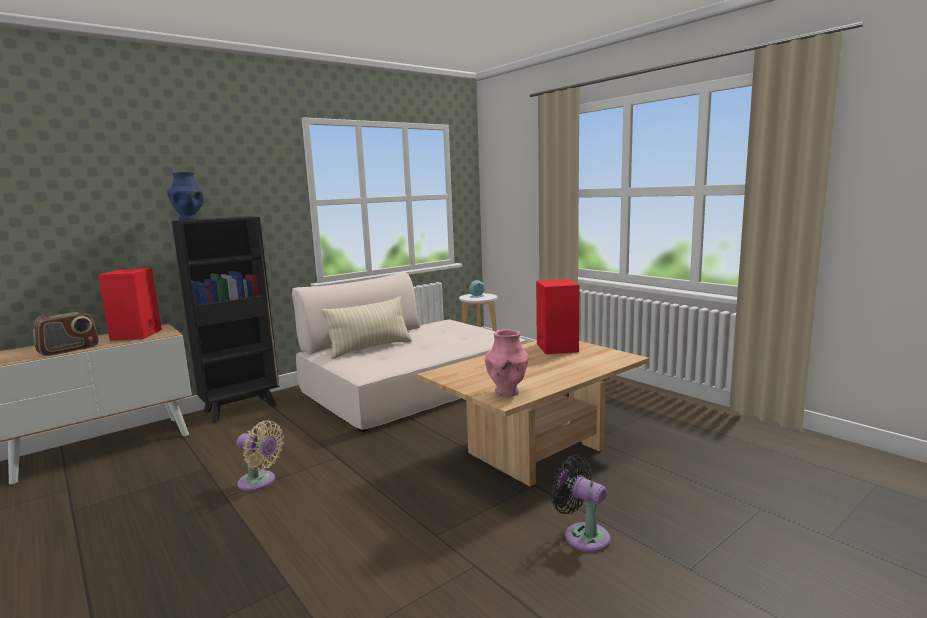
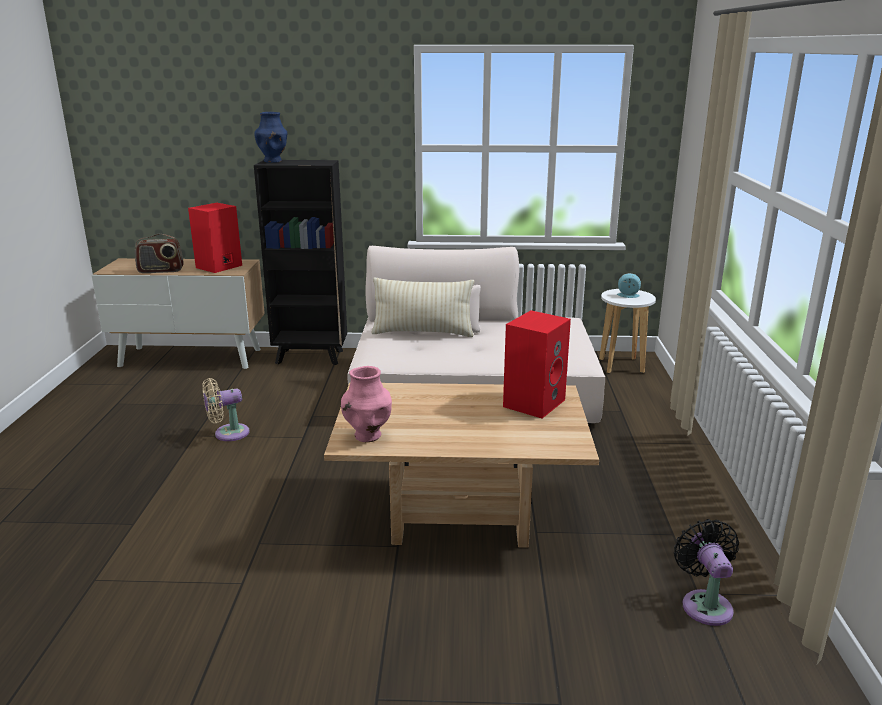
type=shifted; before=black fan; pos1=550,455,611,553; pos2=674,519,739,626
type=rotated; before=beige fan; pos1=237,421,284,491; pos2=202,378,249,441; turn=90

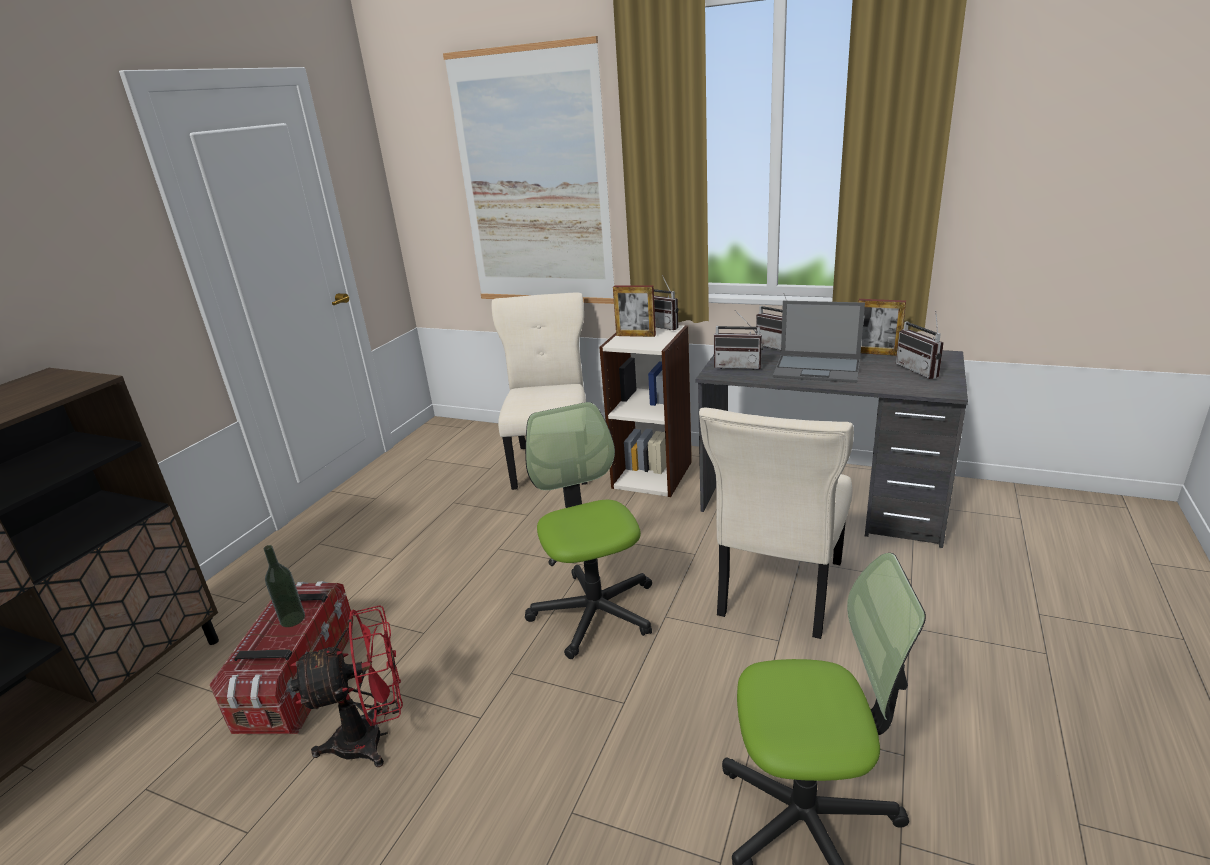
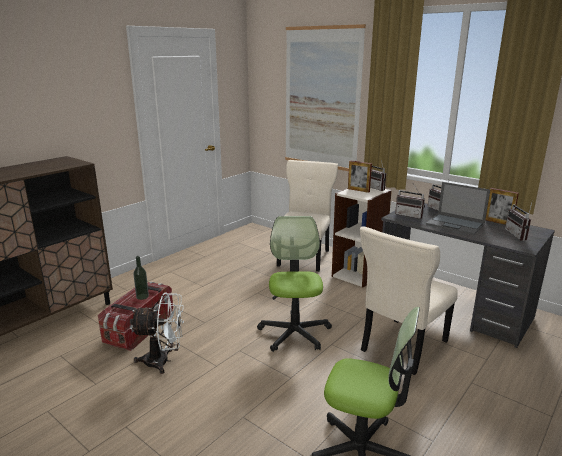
type=repainted; before=red fan; after=white fan; pos1=290,605,403,767; pos2=130,292,184,374

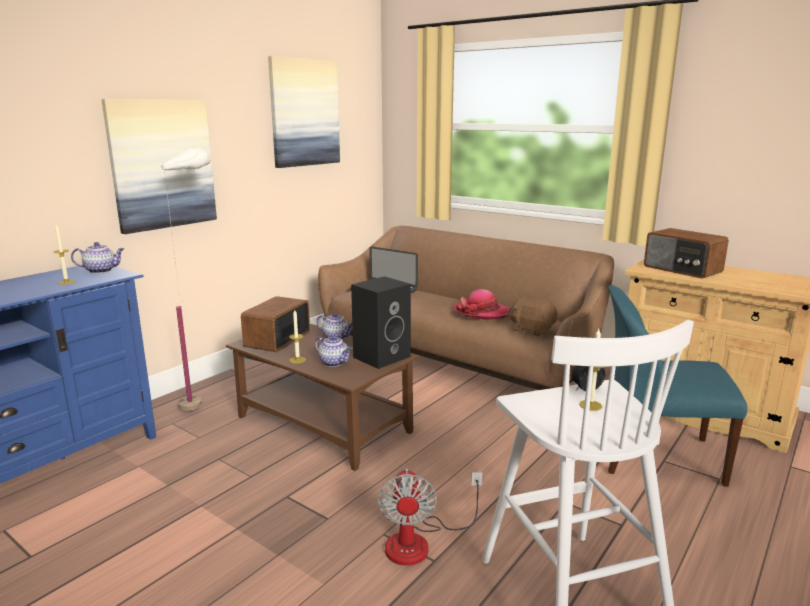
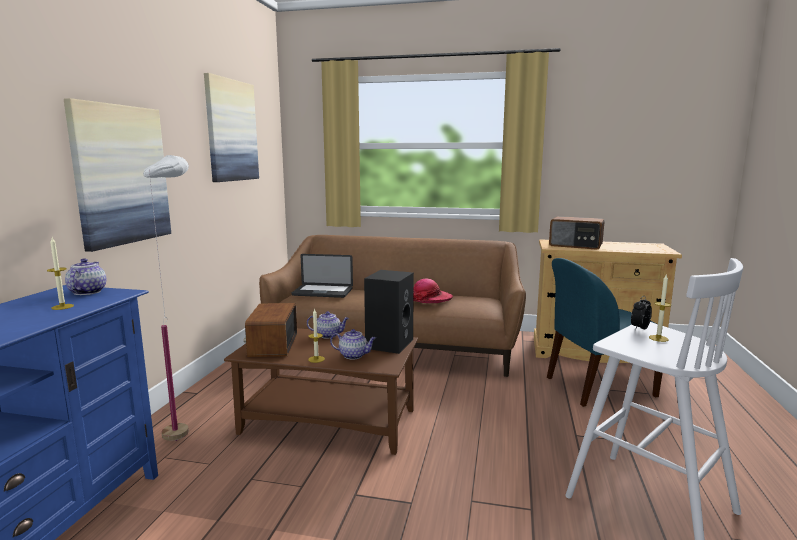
type=gone; before=fan; pos1=378,469,483,566
type=gone; before=brown plush toy; pos1=508,297,558,336
type=rotated; before=teapot; pos1=71,242,124,273; pos2=65,258,106,295; turn=-60

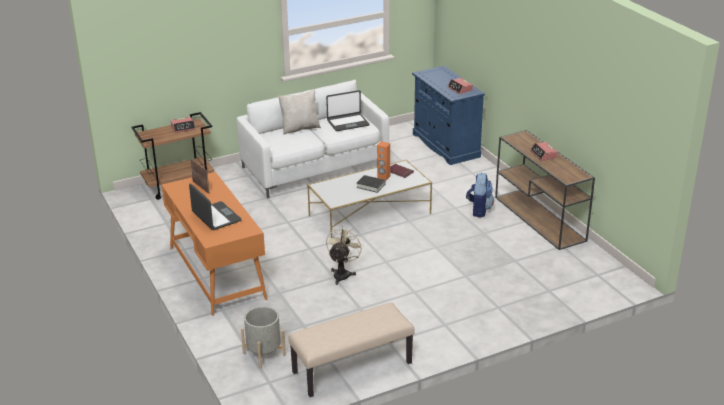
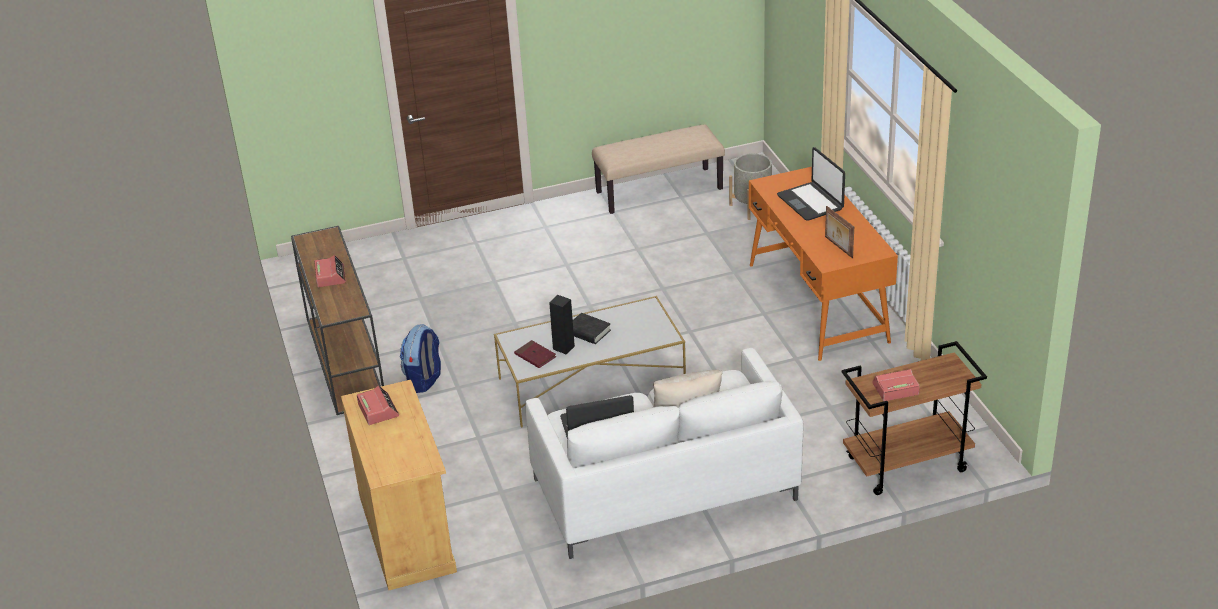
type=gone; before=beige fan; pos1=326,226,364,285
type=repainted; before=orange speaker; after=black speaker; pos1=377,141,390,180; pos2=549,295,575,354
type=repainted; before=blue cabinet; after=beige cabinet; pos1=412,66,485,165; pos2=341,380,457,590

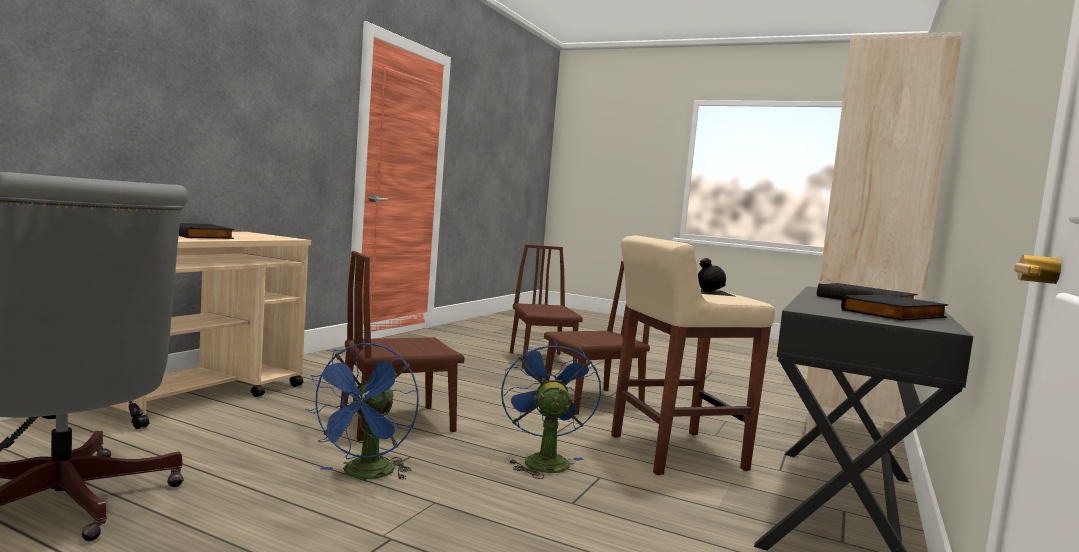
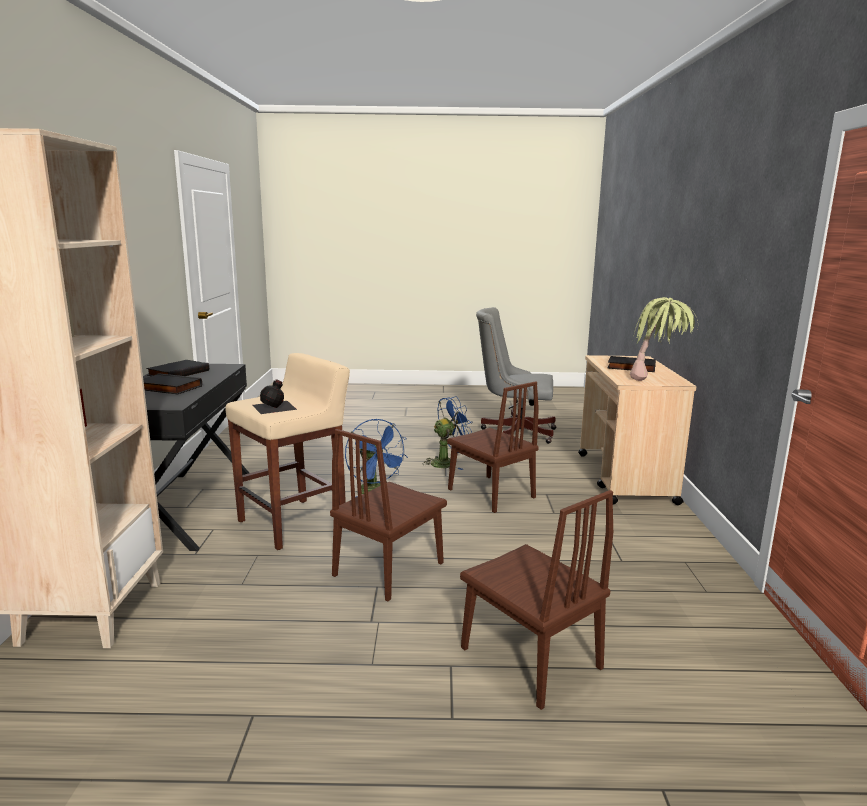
type=new; after=potted plant; pos2=630,297,698,381
type=rotated; before=blue fan; pos1=305,343,419,480; pos2=422,396,472,470; turn=75
type=rotated; before=brown chair; pos1=340,251,465,441; pos2=447,381,539,513; turn=105

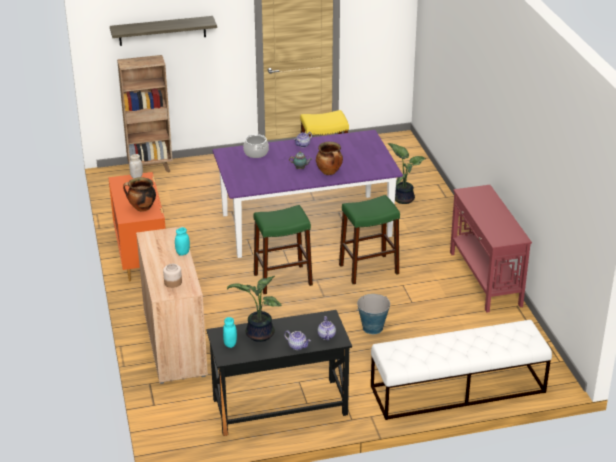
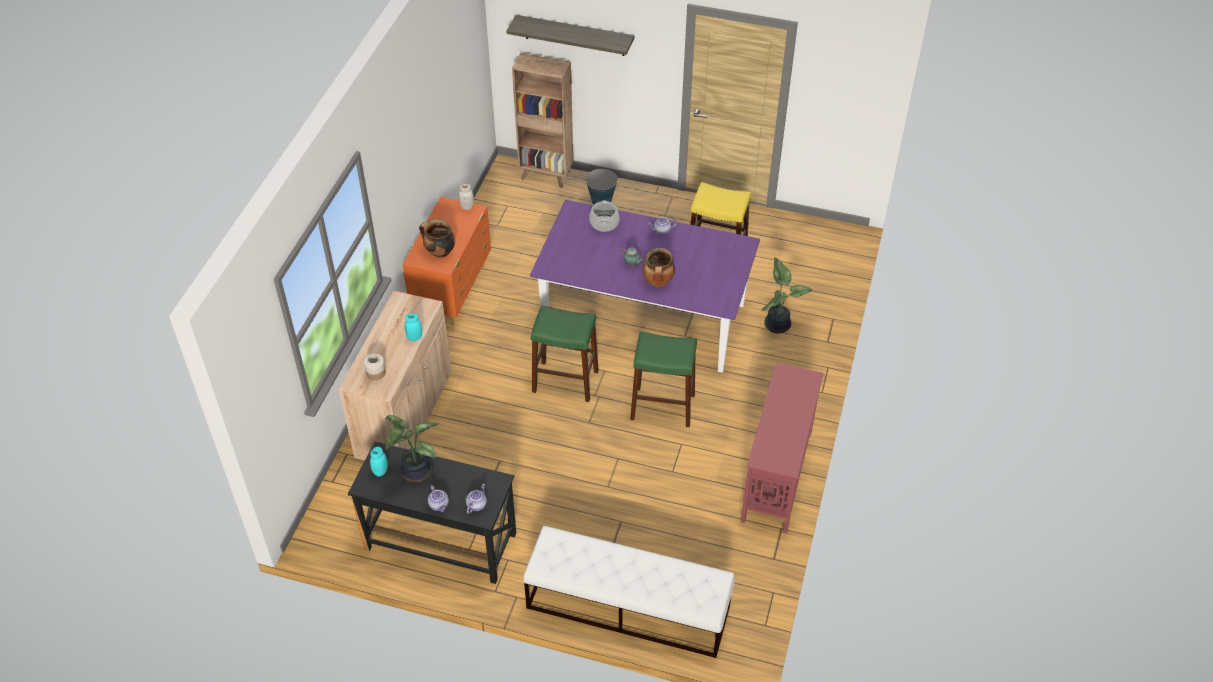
type=shifted; before=bucket; pos1=356,294,390,334; pos2=586,169,617,205

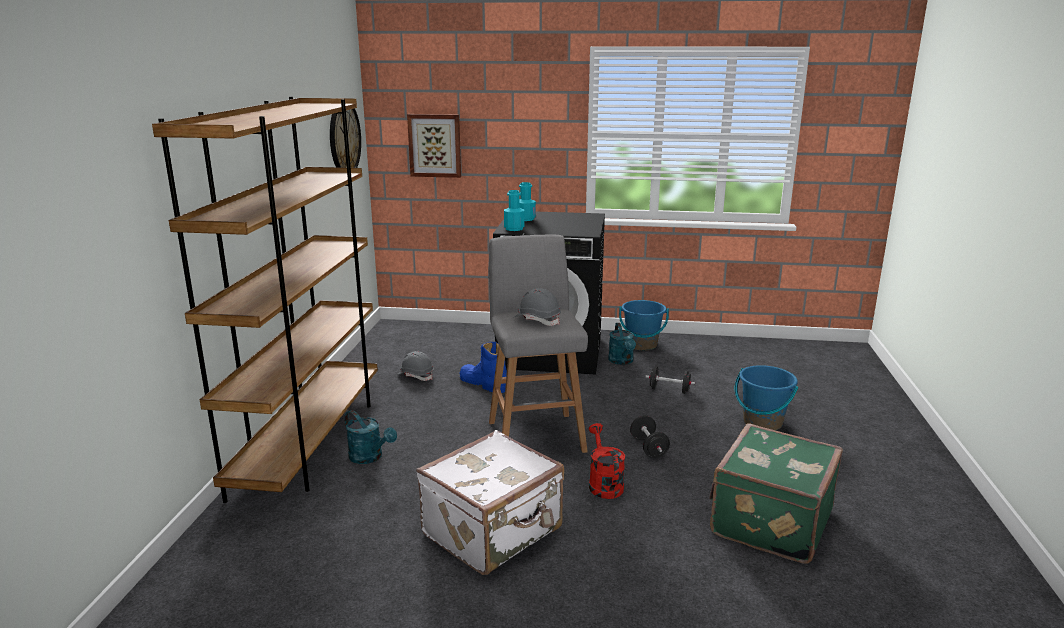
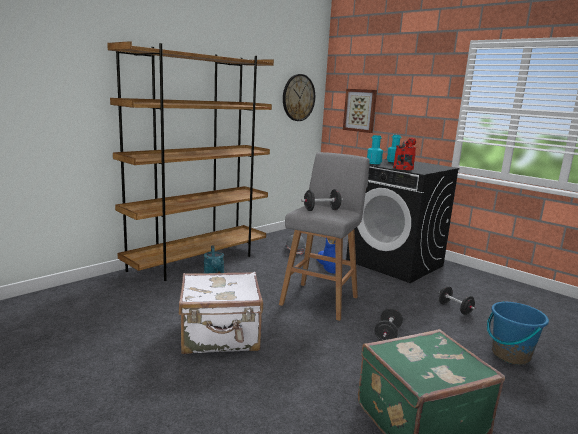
type=gone; before=turquoise watering can; pos1=608,323,636,365
type=gone; before=blue bucket; pos1=619,300,669,351
type=shifted; before=red watering can; pos1=589,423,625,499; pos2=393,138,417,170
type=swapped; before=grey hard hat; after=black dumbbell; pos1=513,288,561,326; pos2=301,189,343,211

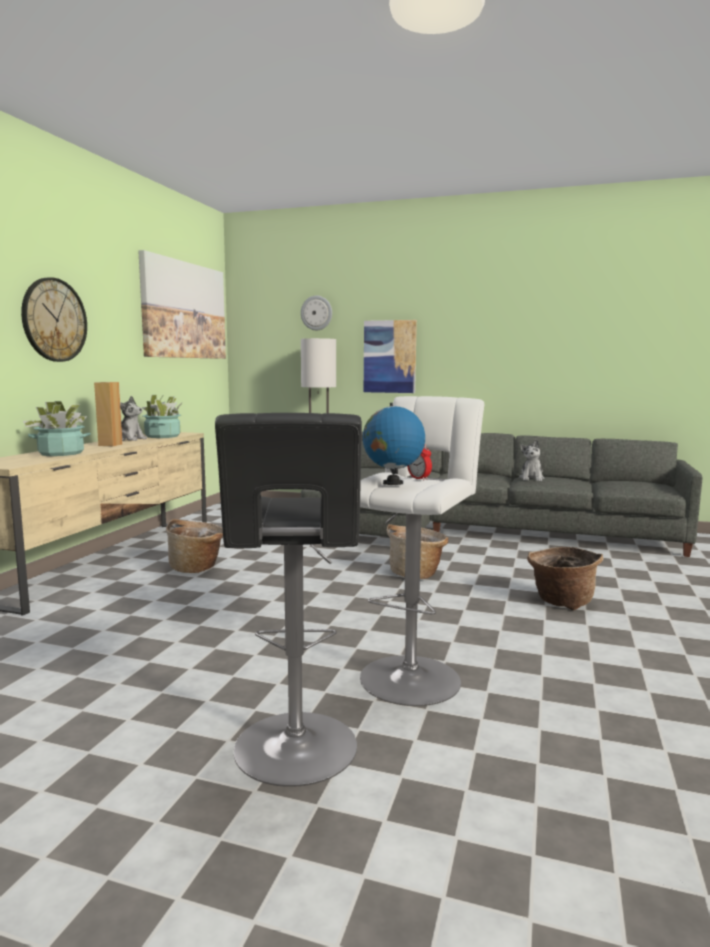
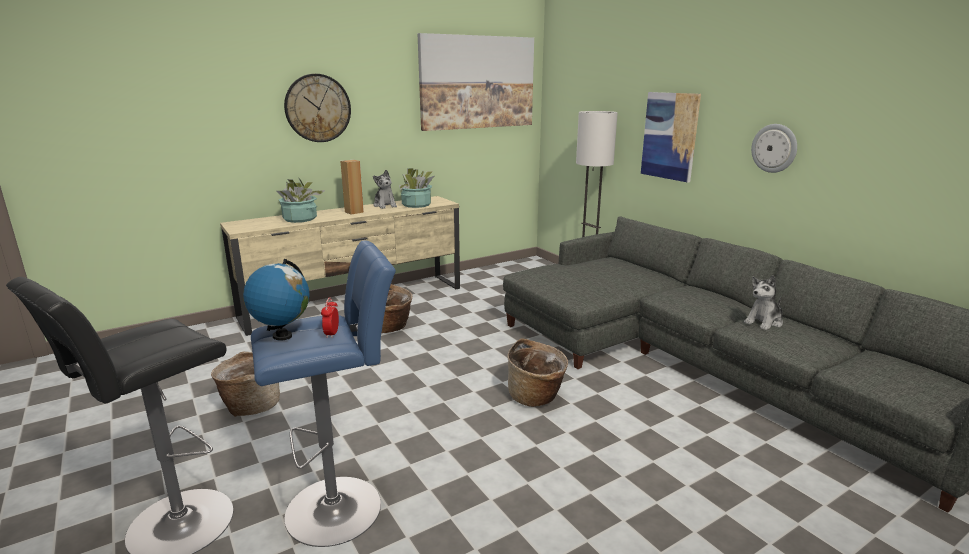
type=shifted; before=wall clock; pos1=301,296,332,330; pos2=751,124,797,173
type=shifted; before=basket; pos1=527,547,604,610; pos2=211,351,280,417
type=repainted; before=white stool; after=blue stool; pos1=360,396,484,706; pos2=251,240,396,547

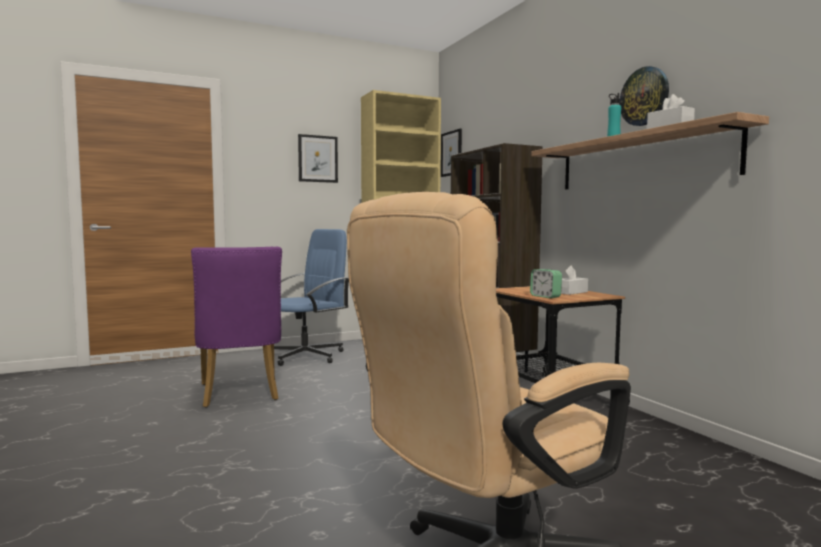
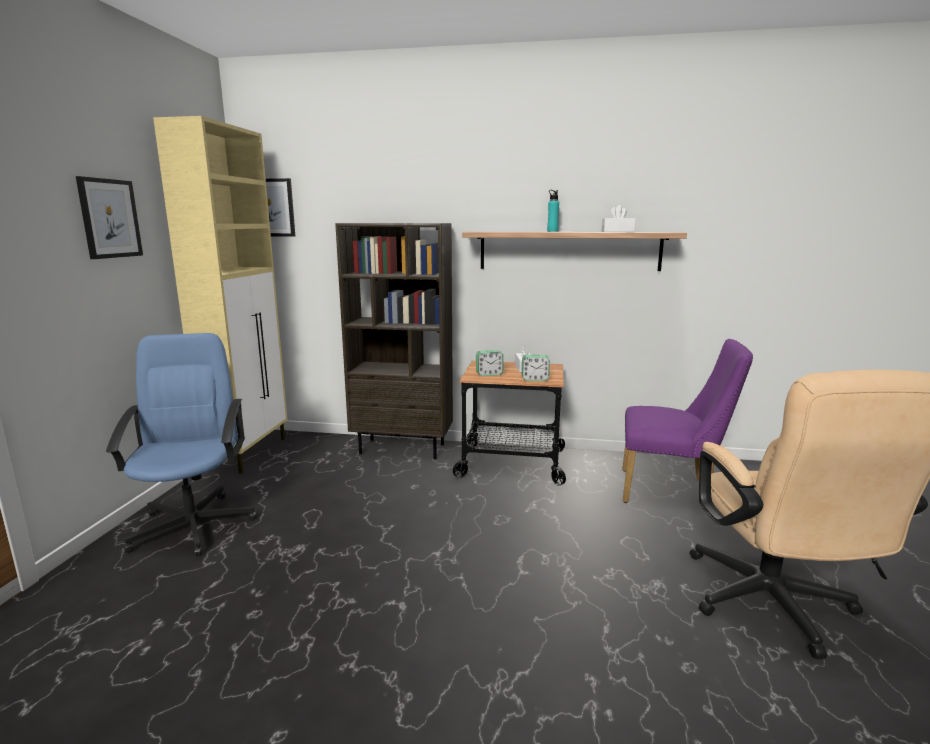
type=gone; before=wall clock; pos1=620,66,669,126
type=new; after=alarm clock; pos2=476,350,504,376
type=shifted; before=purple chair; pos1=191,247,282,408; pos2=623,339,753,503

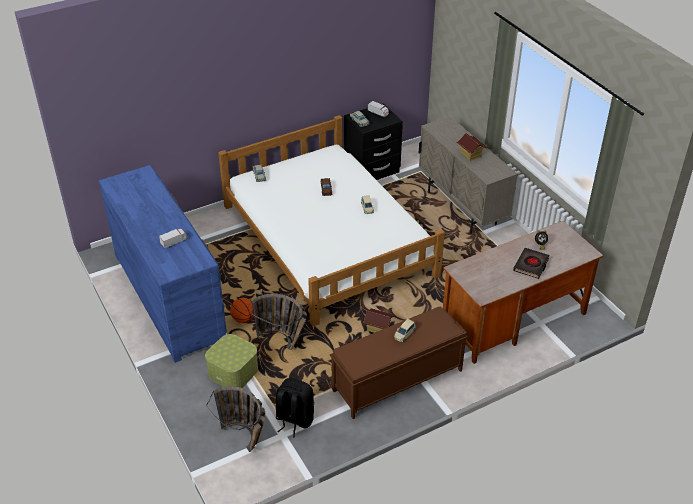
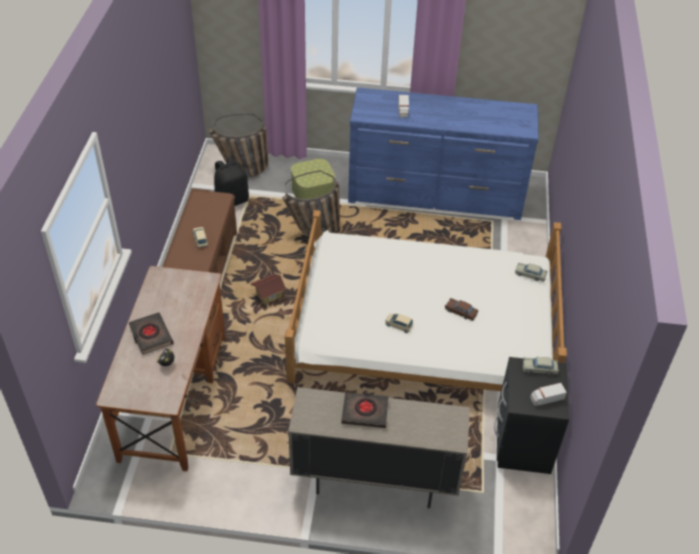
type=gone; before=basketball; pos1=230,298,254,323
type=swapped; before=toy house; after=black book; pos1=457,133,487,161; pos2=341,392,389,428

